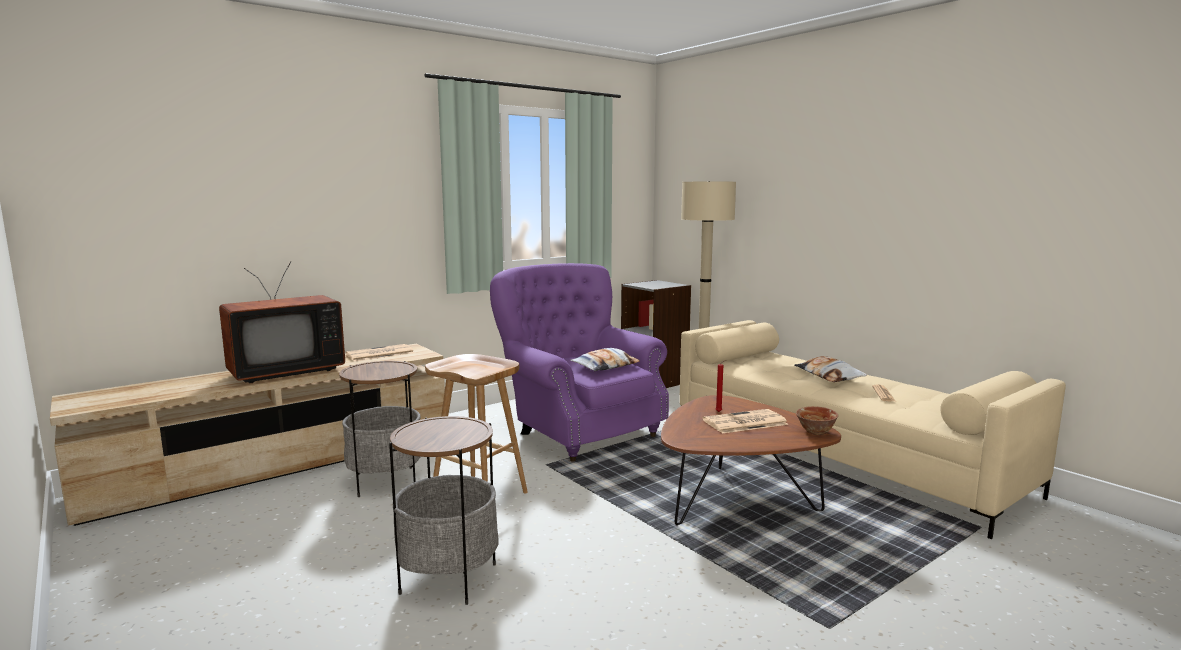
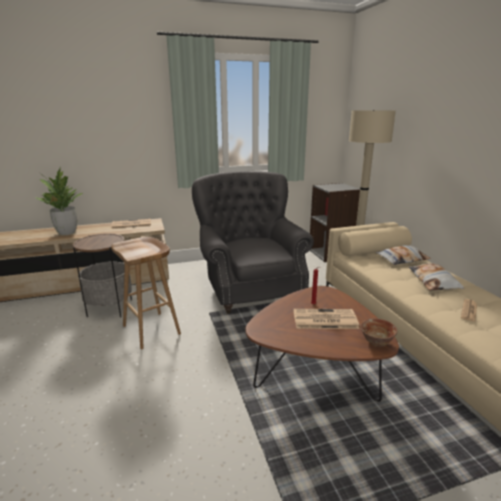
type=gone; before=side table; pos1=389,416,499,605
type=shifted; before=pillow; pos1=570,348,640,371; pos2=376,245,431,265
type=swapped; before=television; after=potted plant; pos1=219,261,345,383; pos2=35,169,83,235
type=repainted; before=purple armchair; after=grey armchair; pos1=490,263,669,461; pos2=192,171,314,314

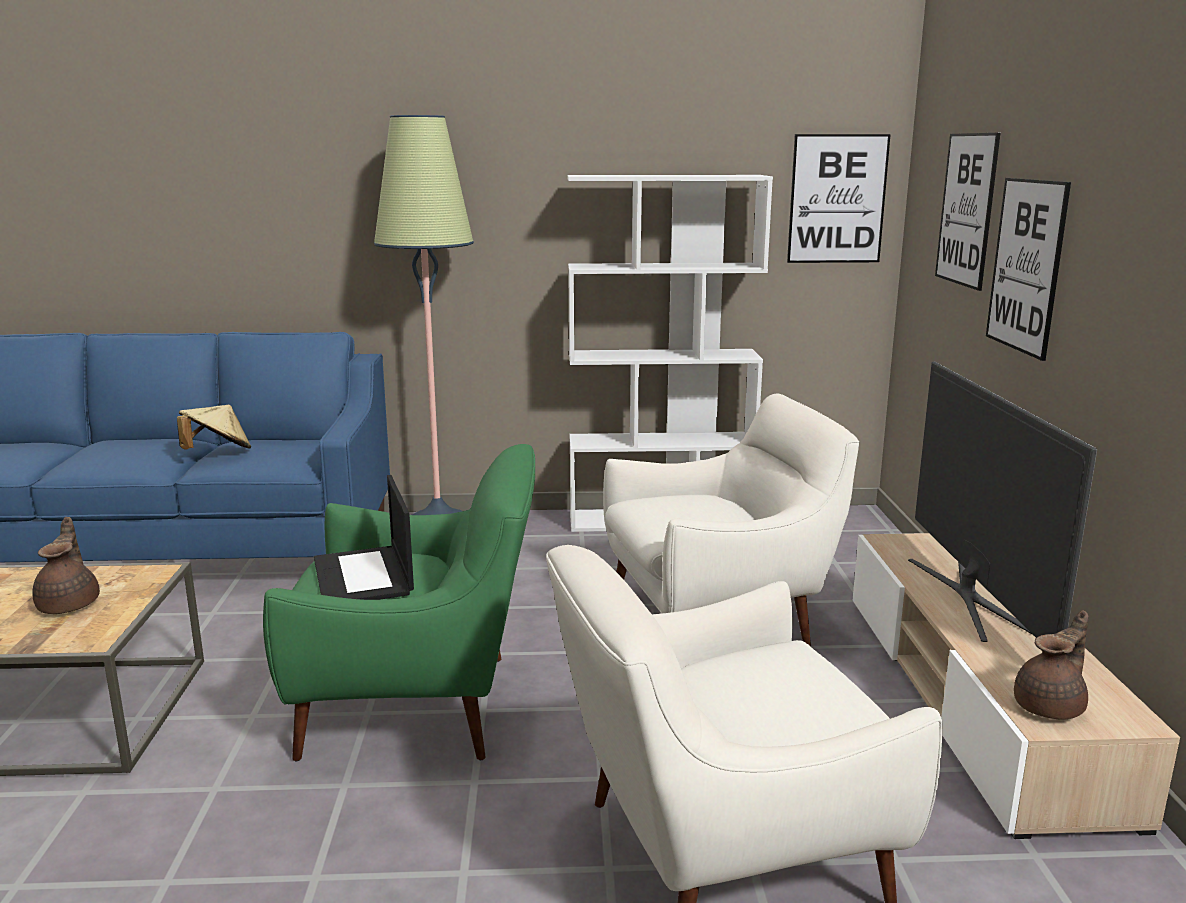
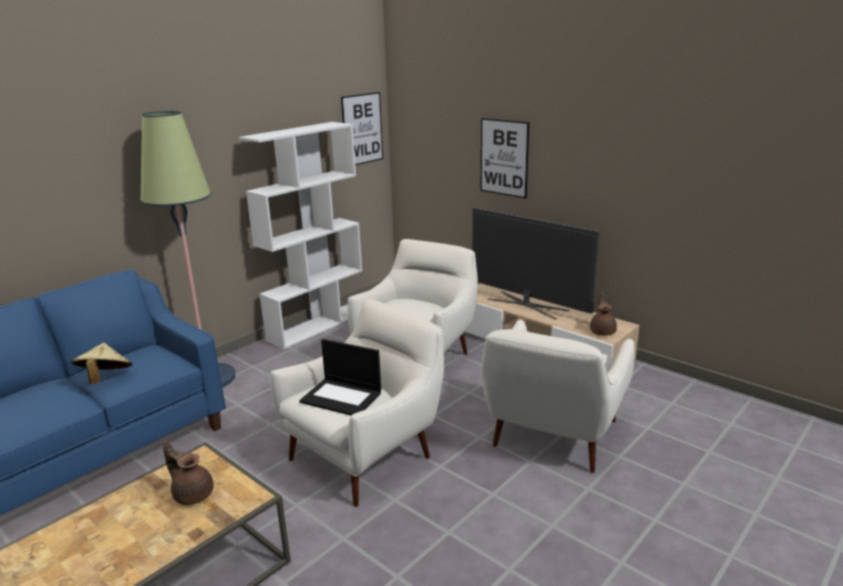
type=gone; before=picture; pos1=935,133,1000,291
type=repainted; before=green armchair; after=white armchair; pos1=263,444,535,761; pos2=270,299,444,507

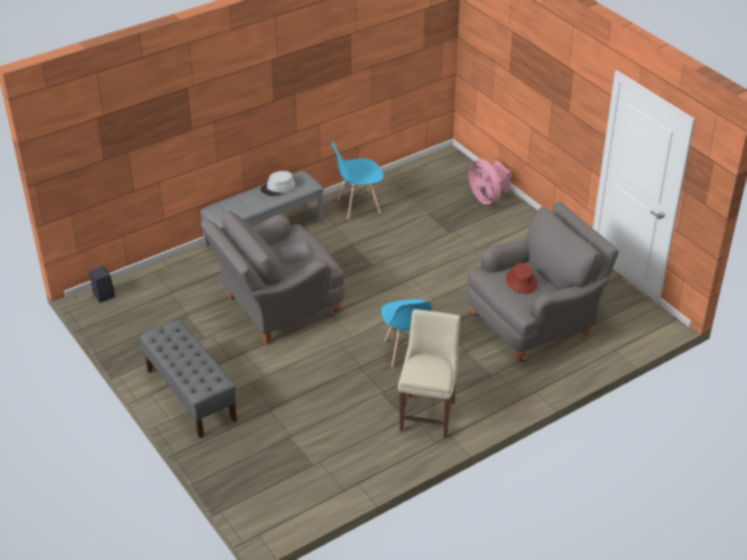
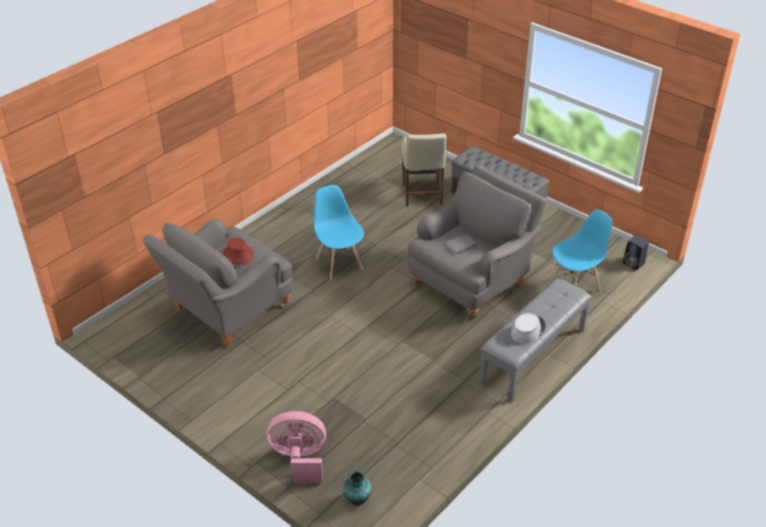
type=new; after=vase; pos2=343,471,371,506
type=shifted; before=blue chair; pos1=332,141,384,219; pos2=549,210,613,291
type=shifted; before=beige chair; pos1=398,309,461,438; pos2=401,133,446,206
type=rotated; before=pink fan; pos1=469,159,511,205; pos2=267,411,326,483; turn=-45

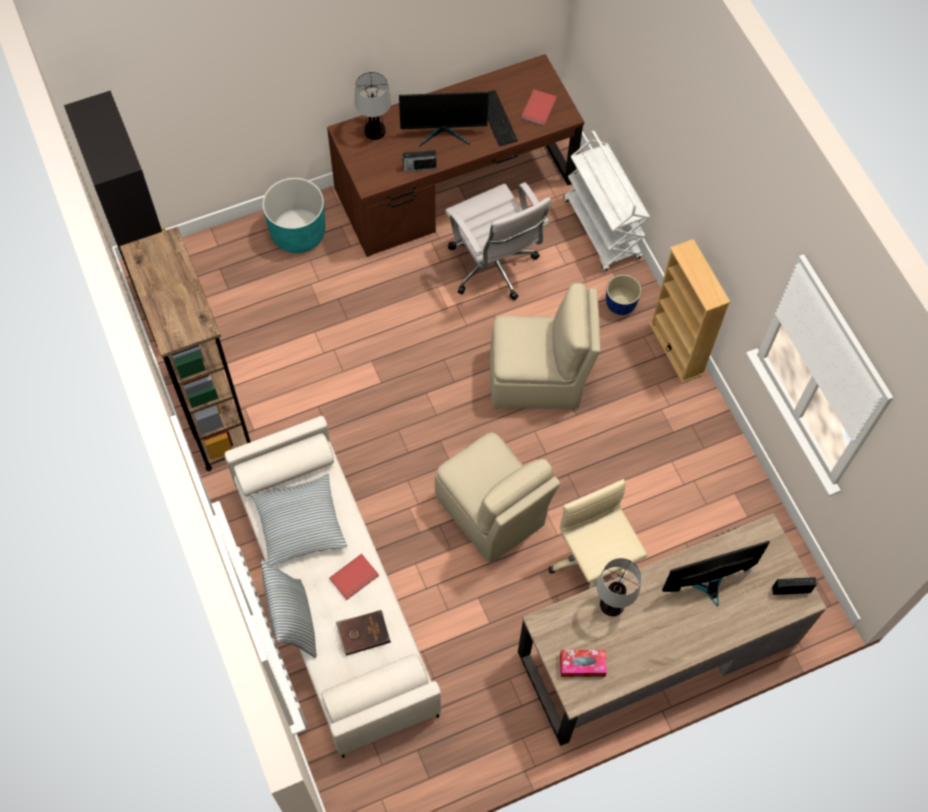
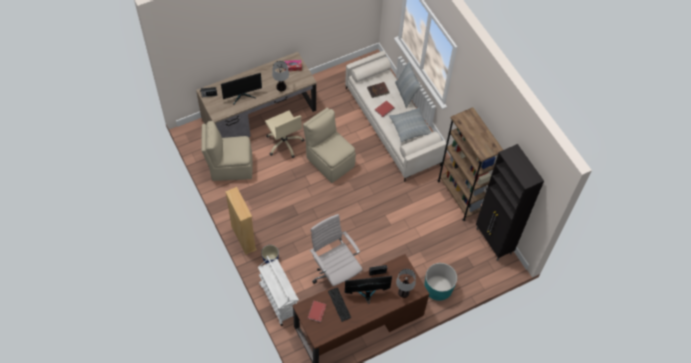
type=shifted; before=beige chair; pos1=490,283,601,408; pos2=201,121,253,181

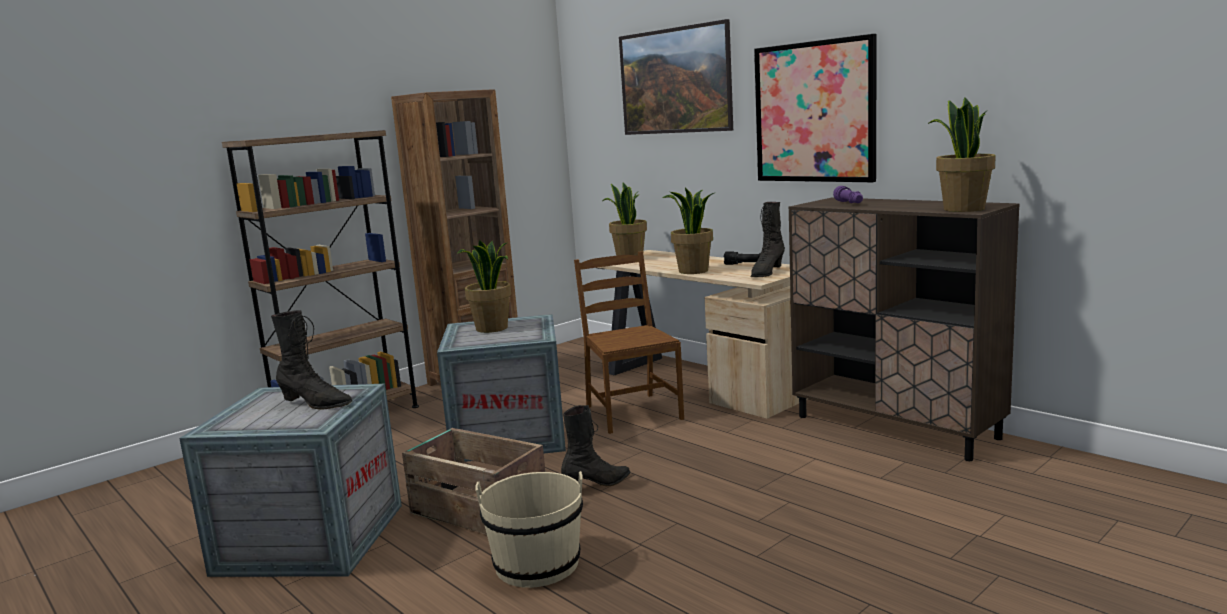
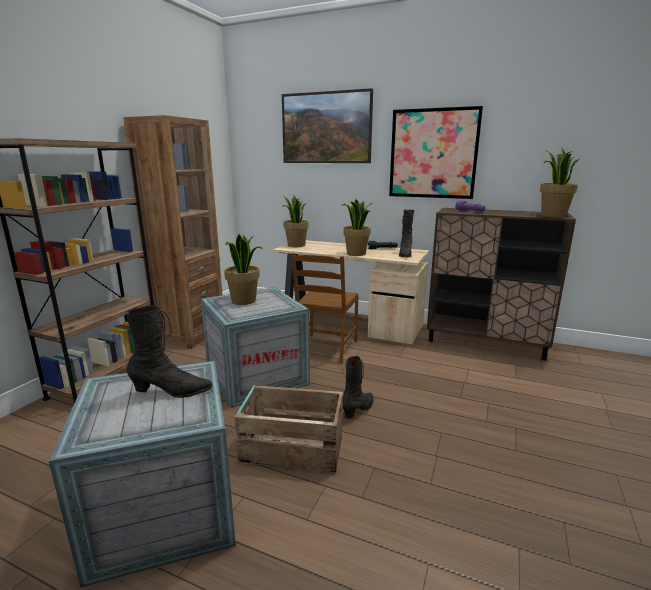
type=gone; before=beige bucket; pos1=475,471,583,588
type=rotated; before=brown chair; pos1=574,251,684,434; pos2=291,253,359,364; turn=-120

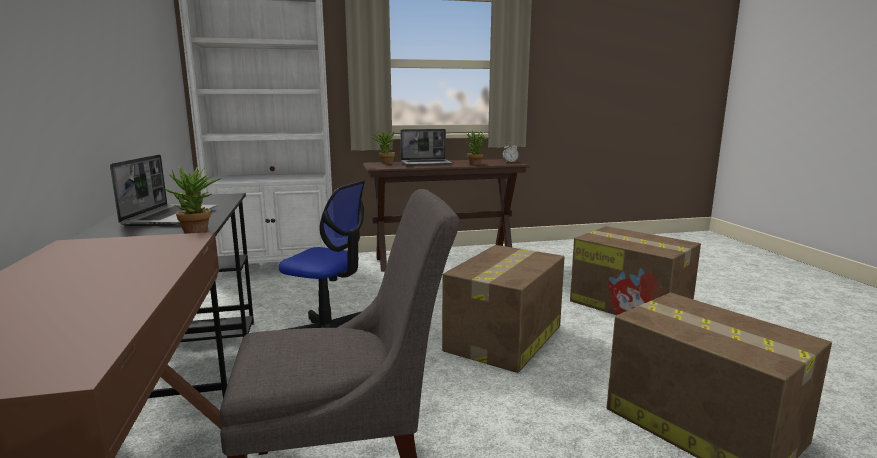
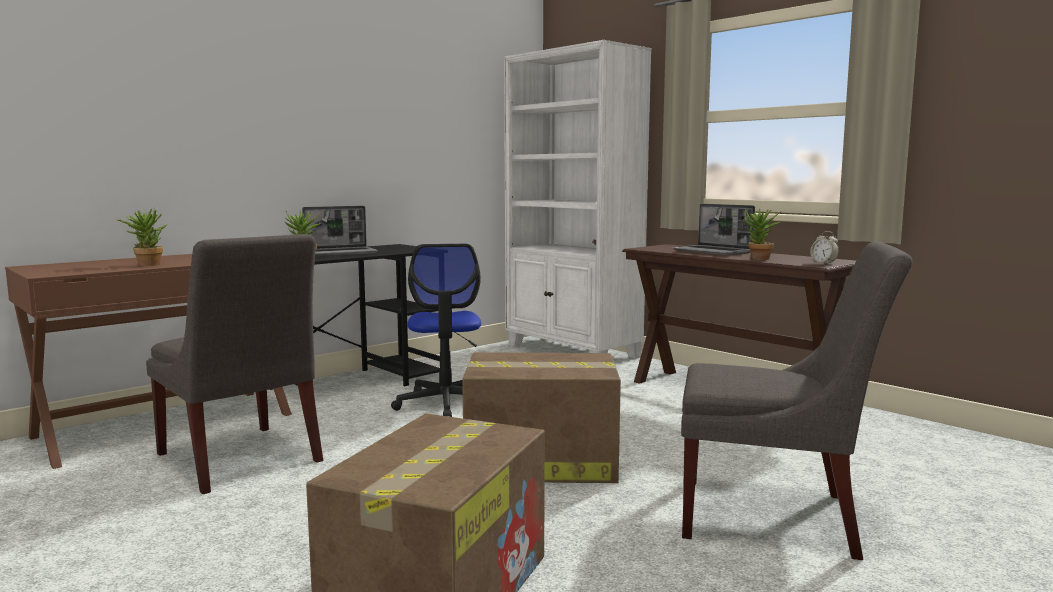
type=shifted; before=potted plant; pos1=372,130,396,164; pos2=116,209,167,266
type=swapped; before=cardboard box; after=grey chair; pos1=570,226,701,315; pos2=681,242,912,560

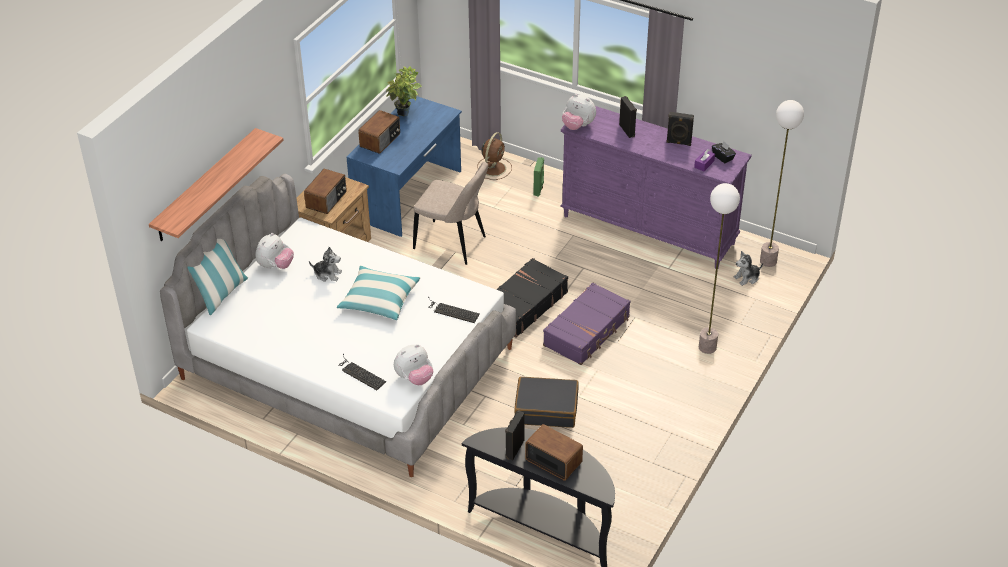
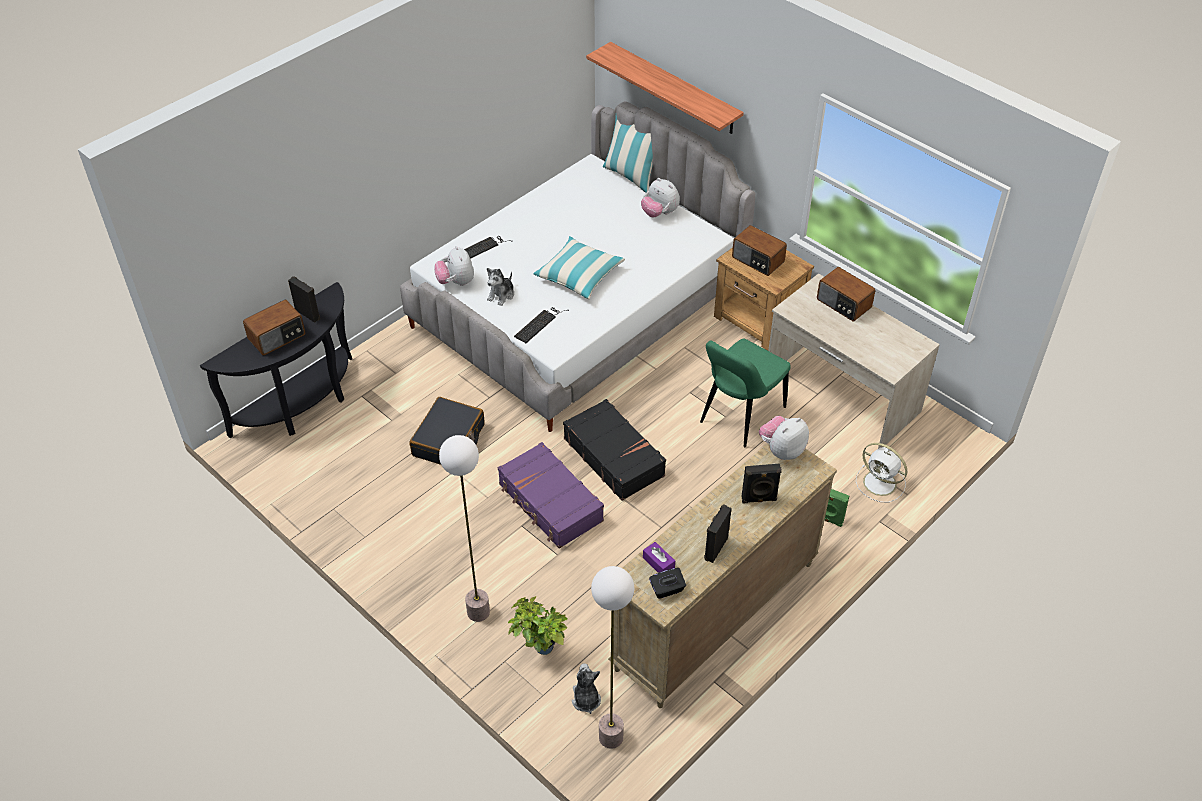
type=shifted; before=plush toy; pos1=309,247,342,282; pos2=487,268,514,306
type=shifted; before=potted plant; pos1=386,66,422,116; pos2=508,596,567,655
type=repainted; before=blue desk; after=beige desk; pos1=346,96,462,237; pos2=768,273,940,449
type=repainted; before=beige chair; after=green chair; pos1=413,162,488,265; pos2=700,339,791,447
type=repainted; before=brown fan; after=white fan; pos1=477,132,512,180; pos2=856,443,907,502
type=repainted; before=purple dresser; after=beige dresser; pos1=560,106,752,269; pos2=608,443,837,708

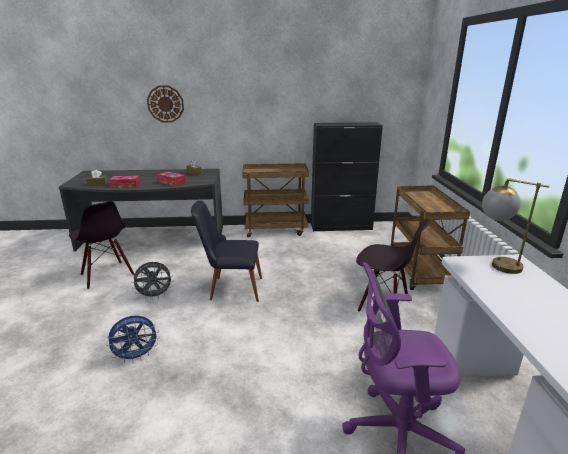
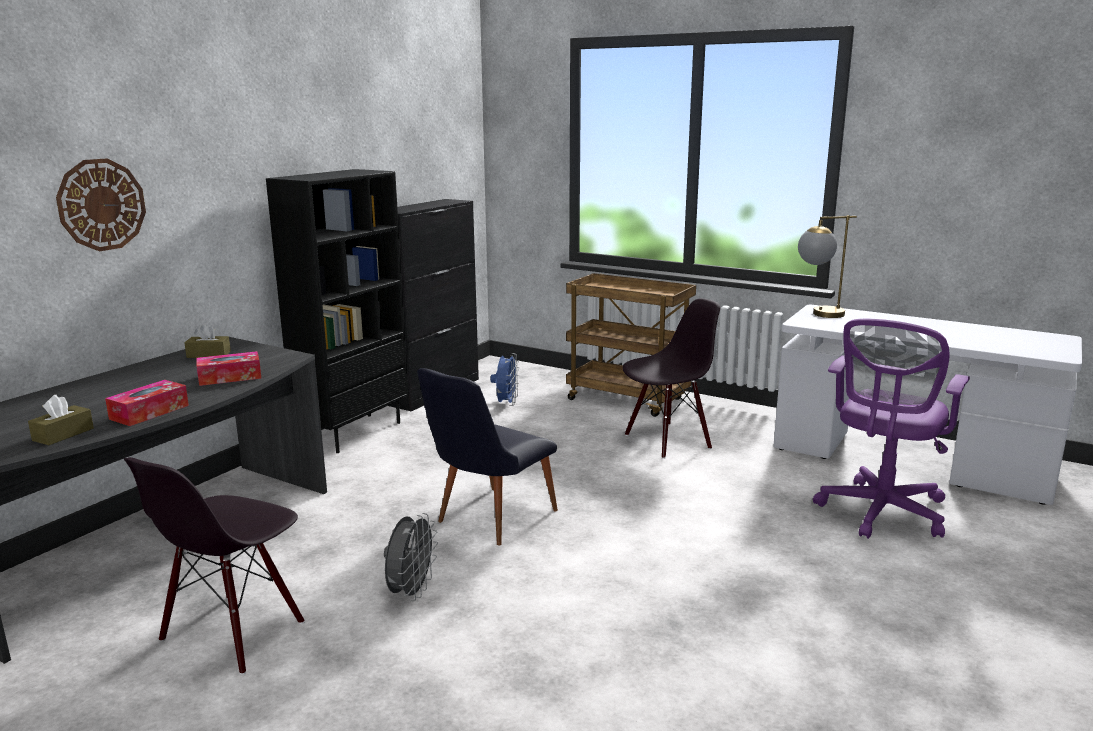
type=shifted; before=blue fan; pos1=105,316,160,363; pos2=491,353,520,406
type=swapped; before=brown cart; after=black bookcase; pos1=242,163,309,238; pos2=266,169,408,453
type=rotated; before=black chair; pos1=69,201,134,289; pos2=124,457,304,675; turn=120

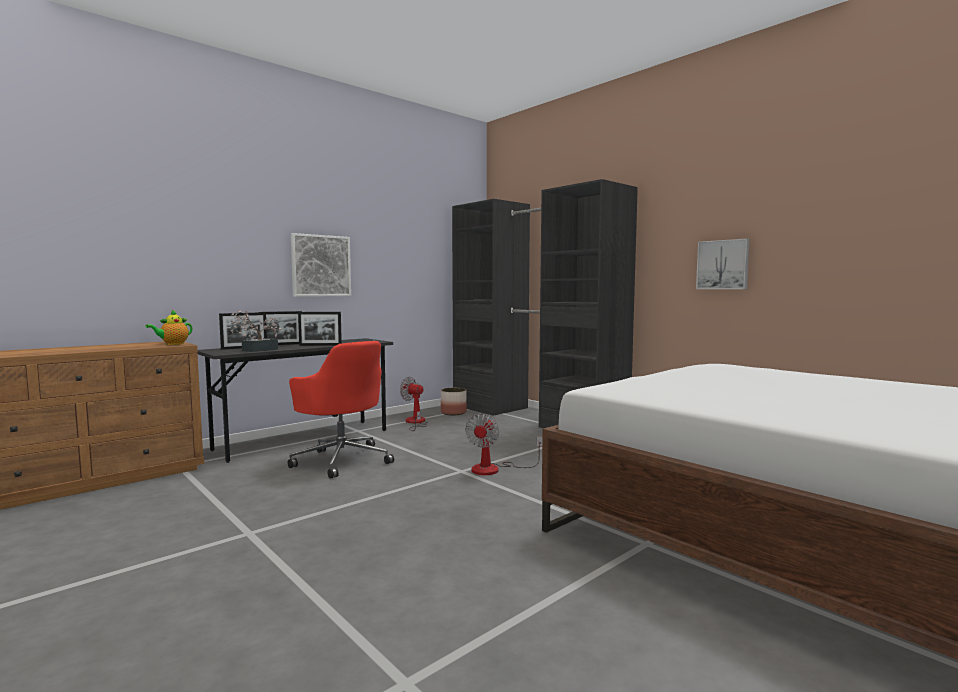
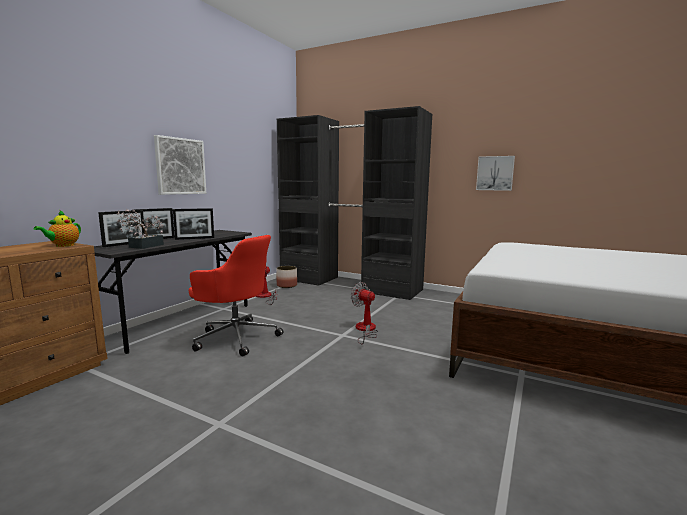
type=rotated; before=fan; pos1=465,413,542,475; pos2=351,282,378,344; turn=135

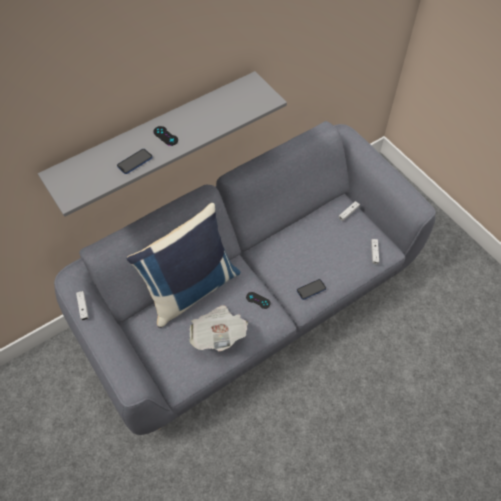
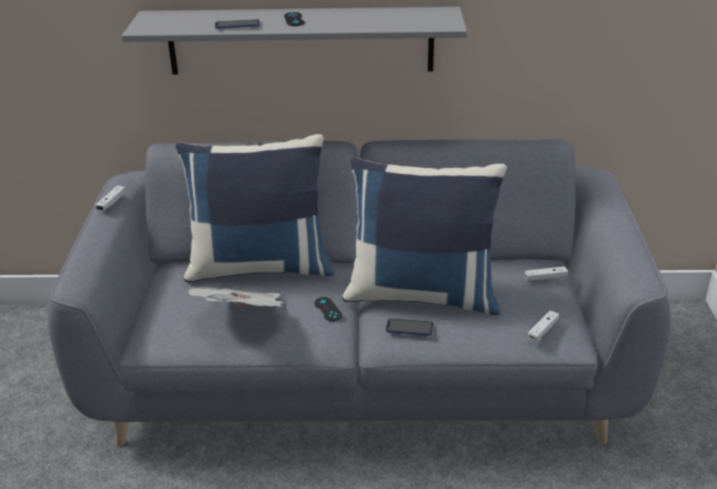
type=new; after=blue pillow; pos2=342,157,507,315

